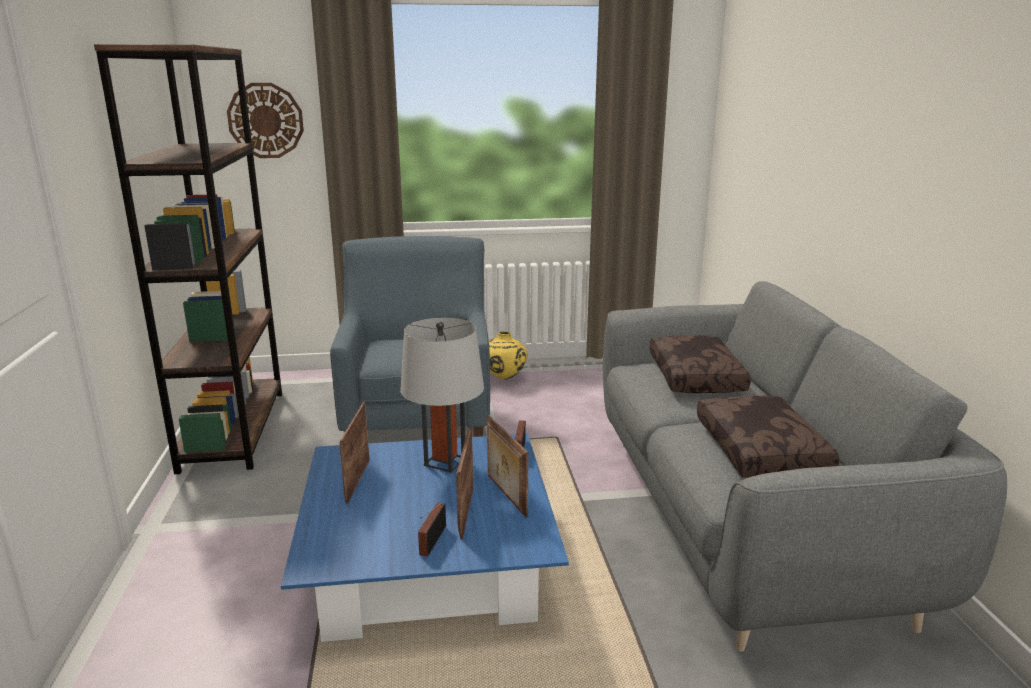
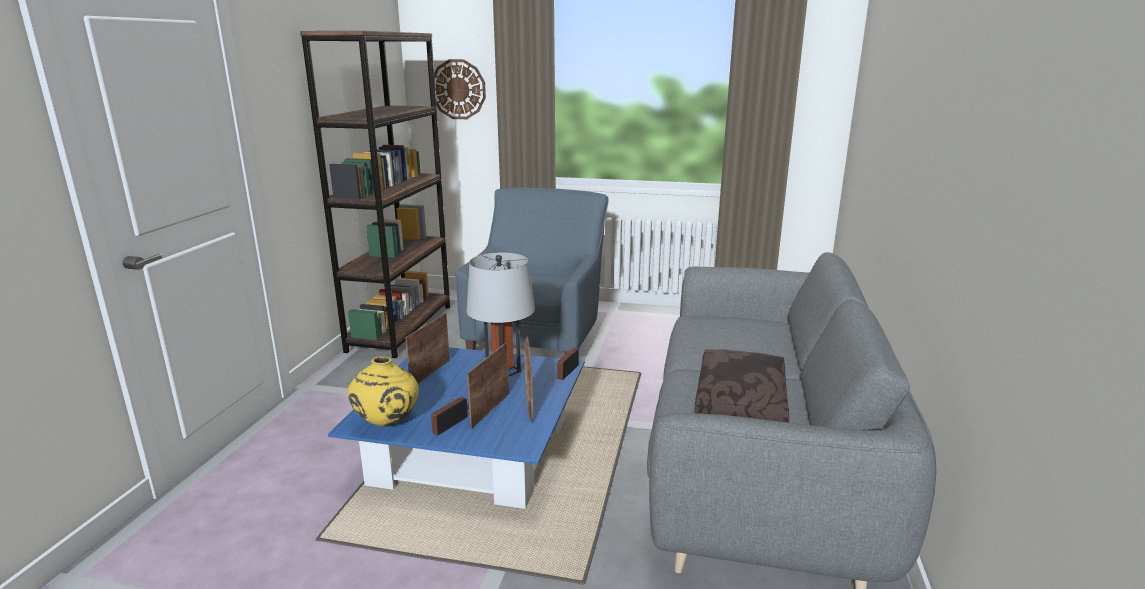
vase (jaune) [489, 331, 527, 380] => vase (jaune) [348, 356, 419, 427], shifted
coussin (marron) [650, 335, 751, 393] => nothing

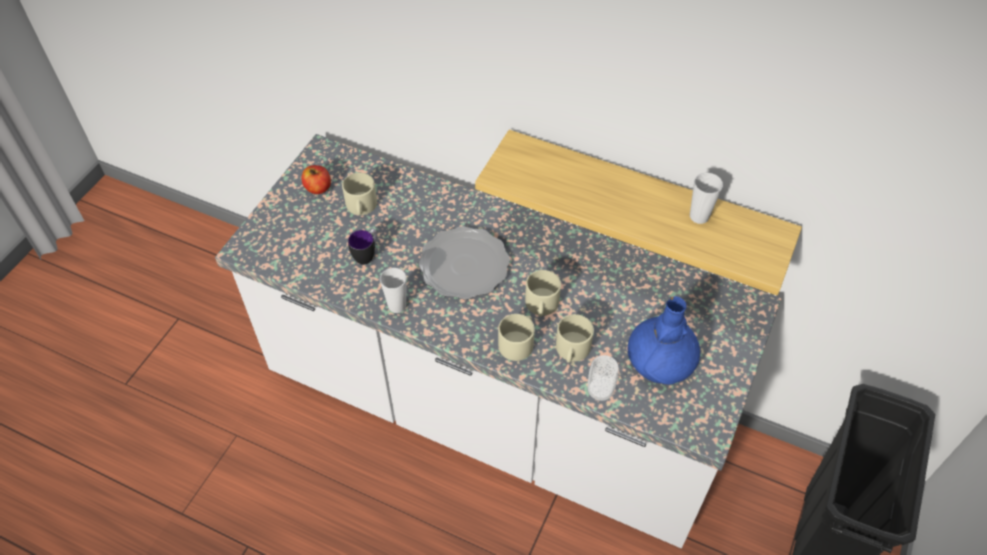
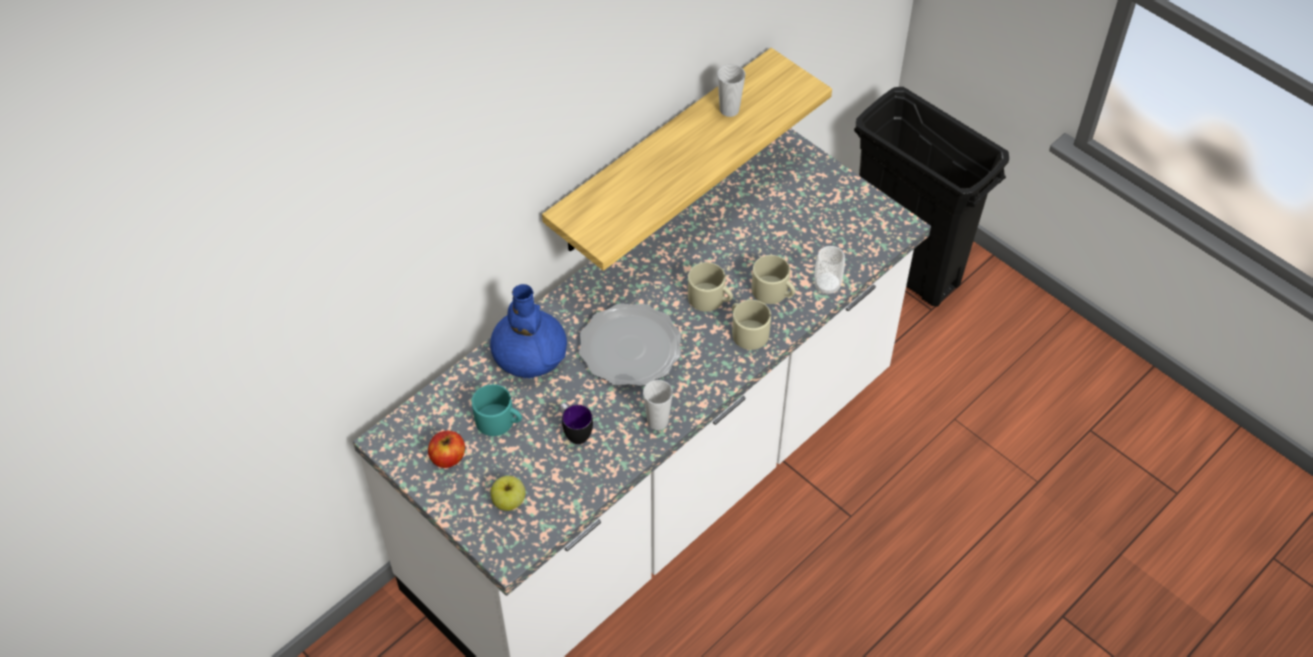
mug (beige) [342, 173, 377, 215] => mug (turquoise) [472, 384, 522, 436]
vase (bleu) [628, 296, 700, 385] => vase (bleu) [490, 284, 567, 379], shifted
nothing => pomme [491, 476, 526, 511]

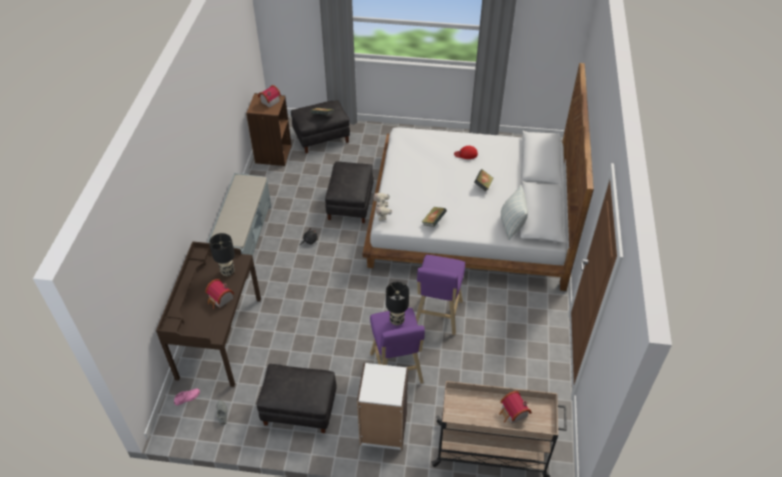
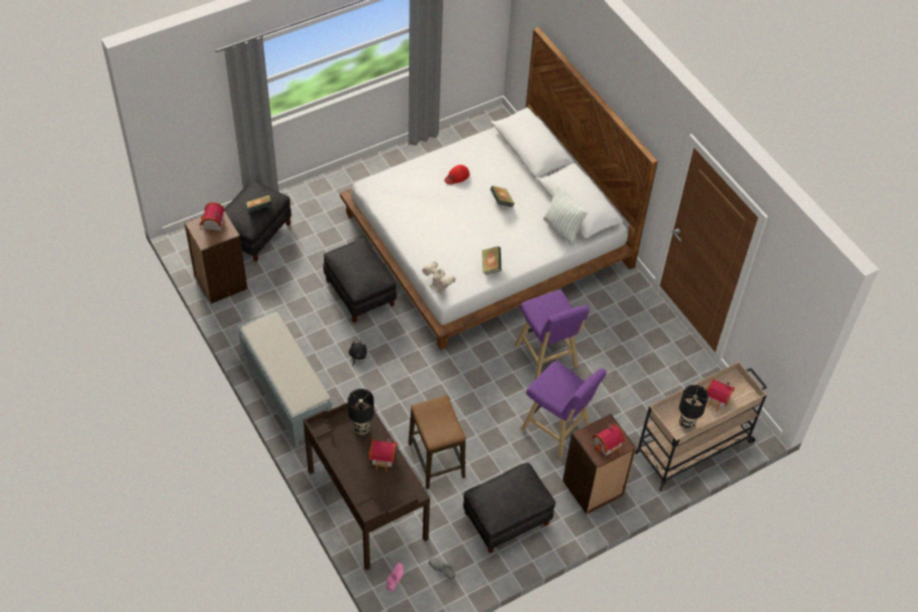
lampe de table (noir) [386, 282, 409, 325] => lampe de table (noir) [679, 385, 708, 430], shifted
bibliothèque (blanc) [357, 363, 408, 450] => bibliothèque (marron) [563, 414, 636, 515]
nothing => tabouret [408, 395, 466, 489]
nothing => maison miniature [592, 424, 625, 458]

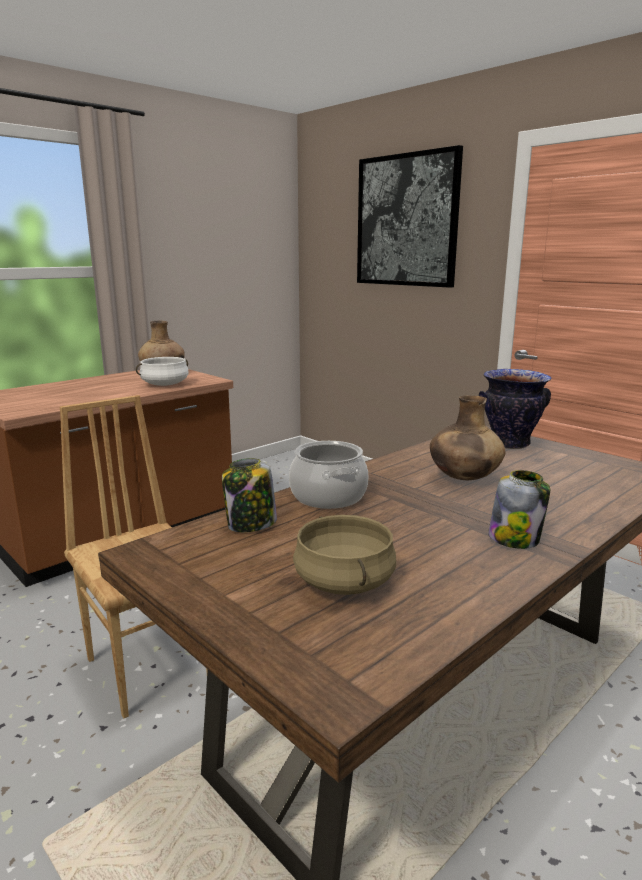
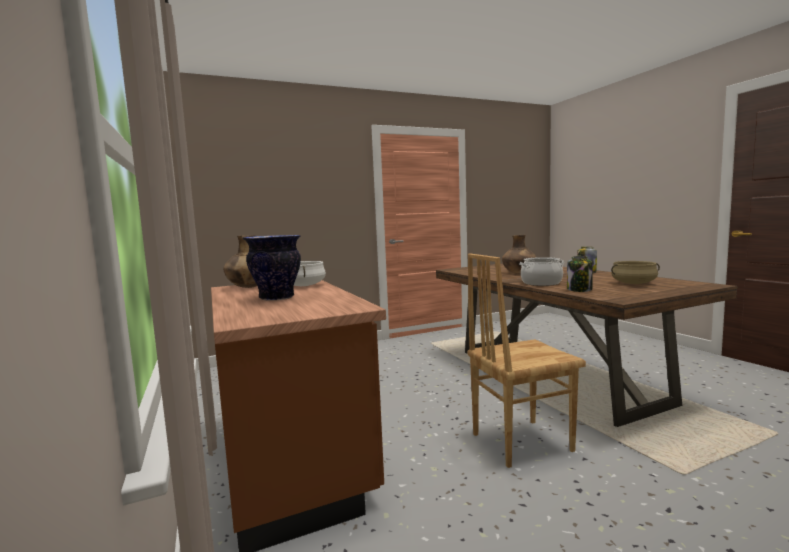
tableau [357, 145, 463, 288] => nothing
vase [479, 369, 552, 449] => vase [242, 235, 301, 301], shifted

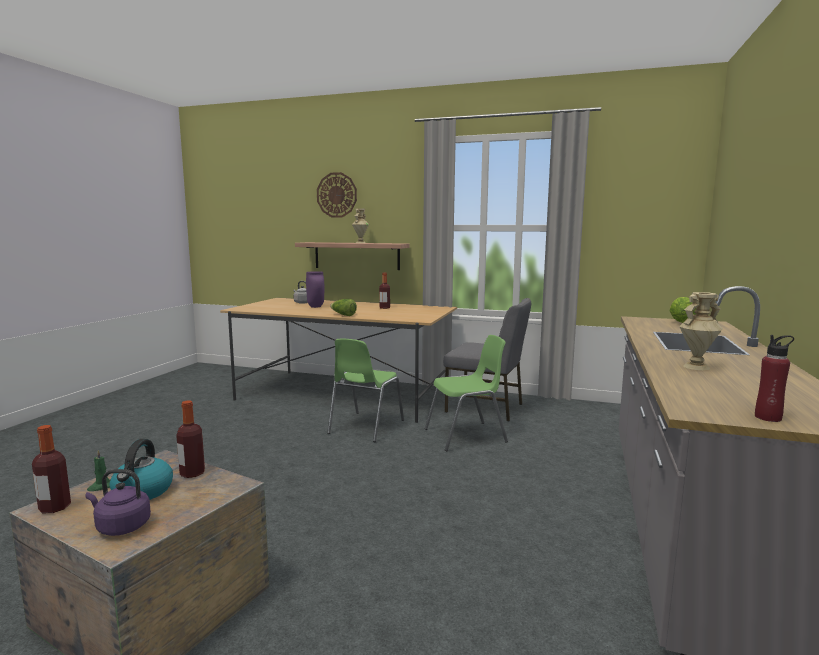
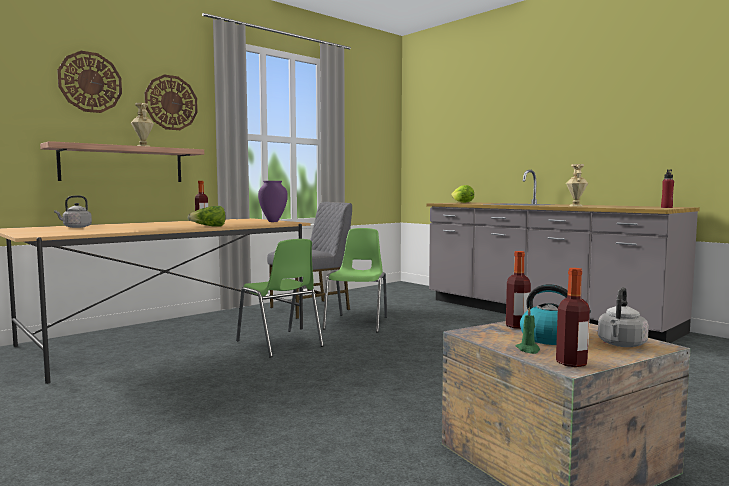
vase (violet) [306, 271, 324, 308] => vase (violet) [258, 181, 288, 222], shifted
bouilloire (violet) [86, 469, 151, 536] => bouilloire (gris) [598, 287, 649, 347]
nothing => horloge murale [144, 74, 198, 130]

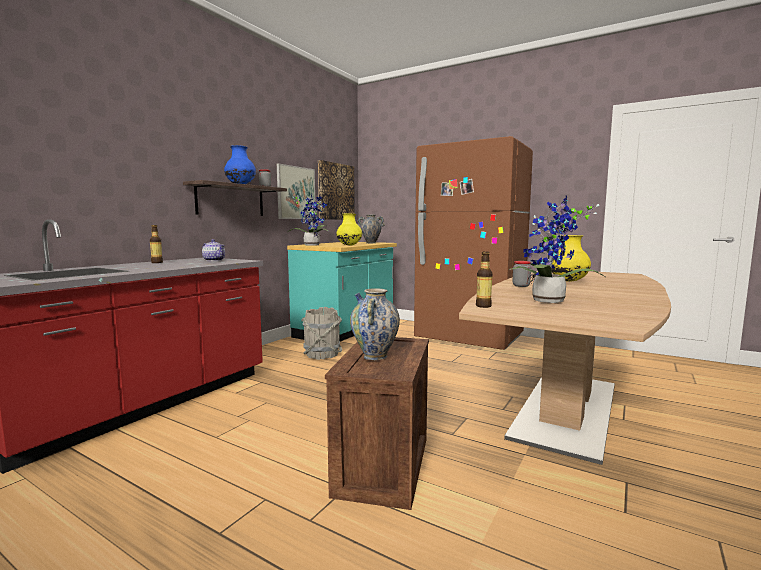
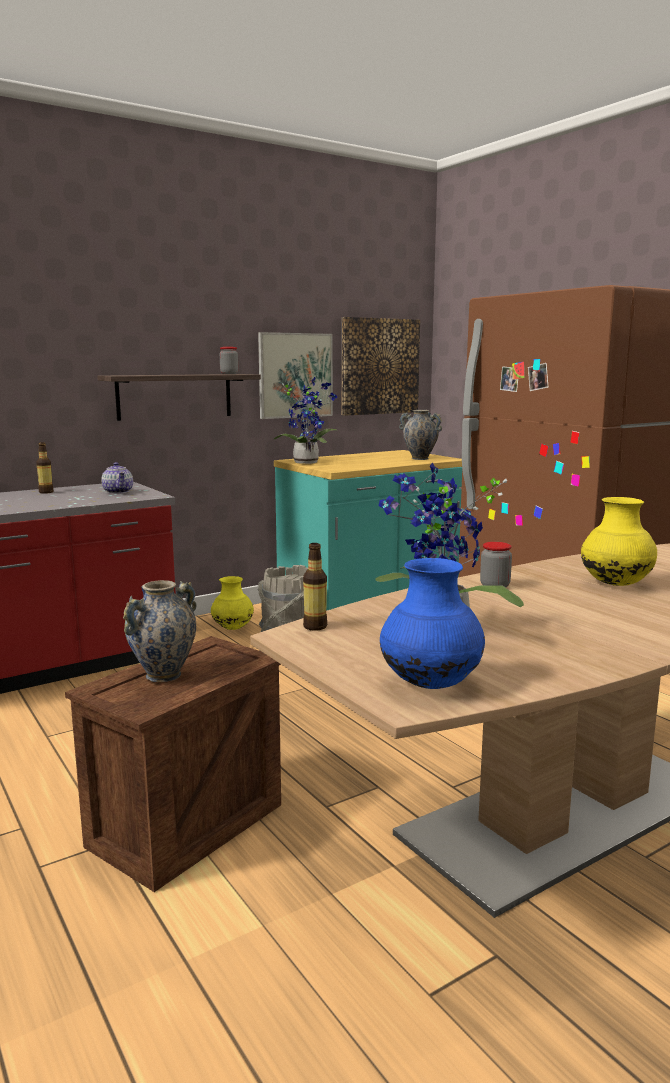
vase (bleu) [224, 145, 256, 184] => vase (bleu) [380, 558, 485, 689], shifted
vase (jaune) [336, 214, 362, 246] => vase (jaune) [211, 576, 254, 630], shifted

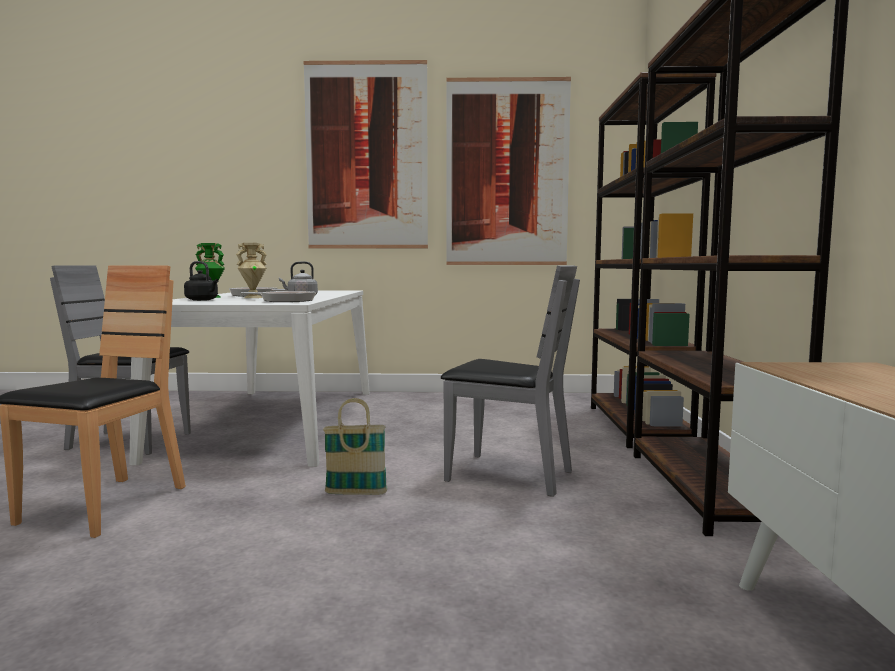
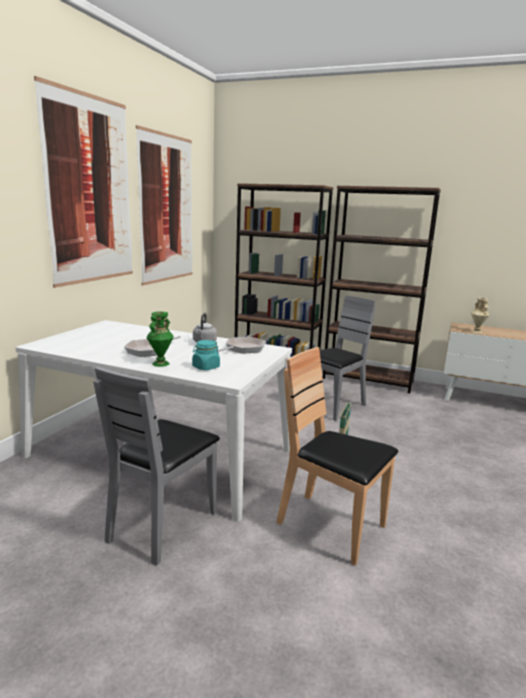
vase (beige) [236, 243, 267, 298] => vase (beige) [471, 298, 489, 333], shifted
bouilloire (noir) [184, 261, 218, 301] => bocal (turquoise) [192, 340, 220, 370]

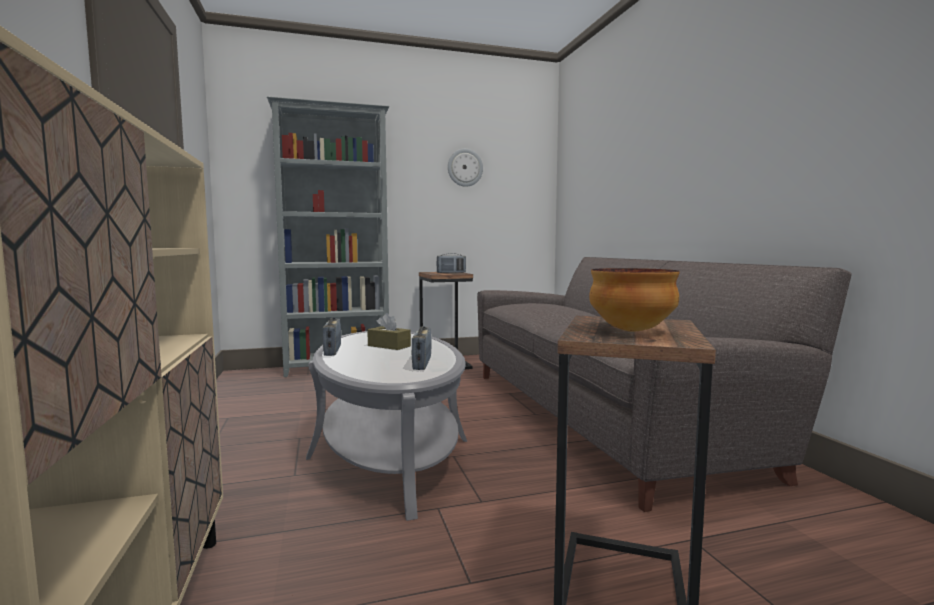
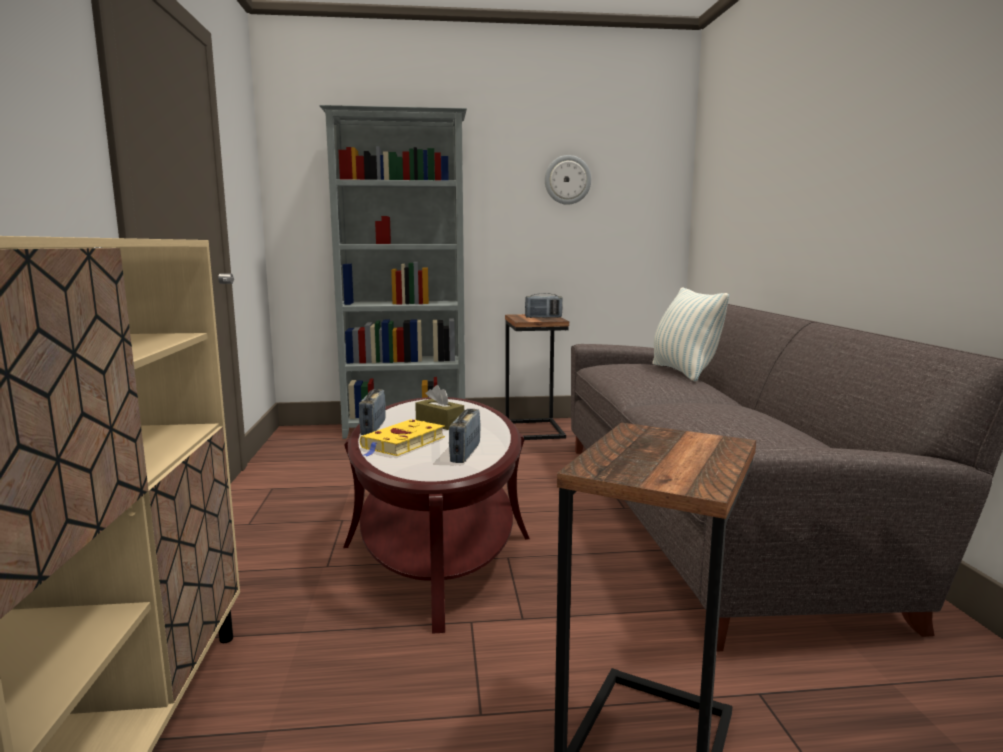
bol [589, 268, 680, 332] => nothing
table basse (gris) [306, 331, 467, 521] => table basse (marron) [343, 397, 530, 634]
nothing => coussin [652, 287, 729, 382]
nothing => livre (jaune) [360, 419, 445, 457]

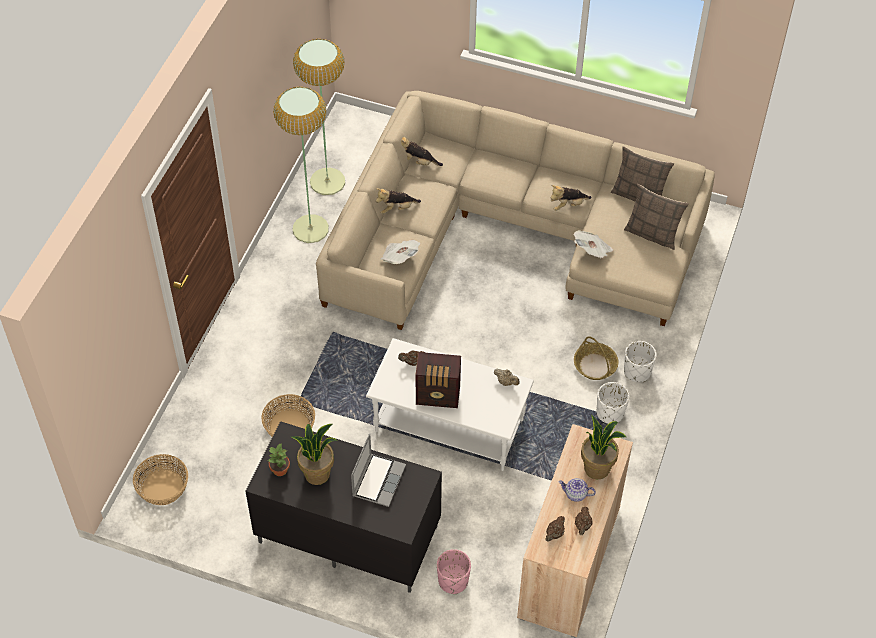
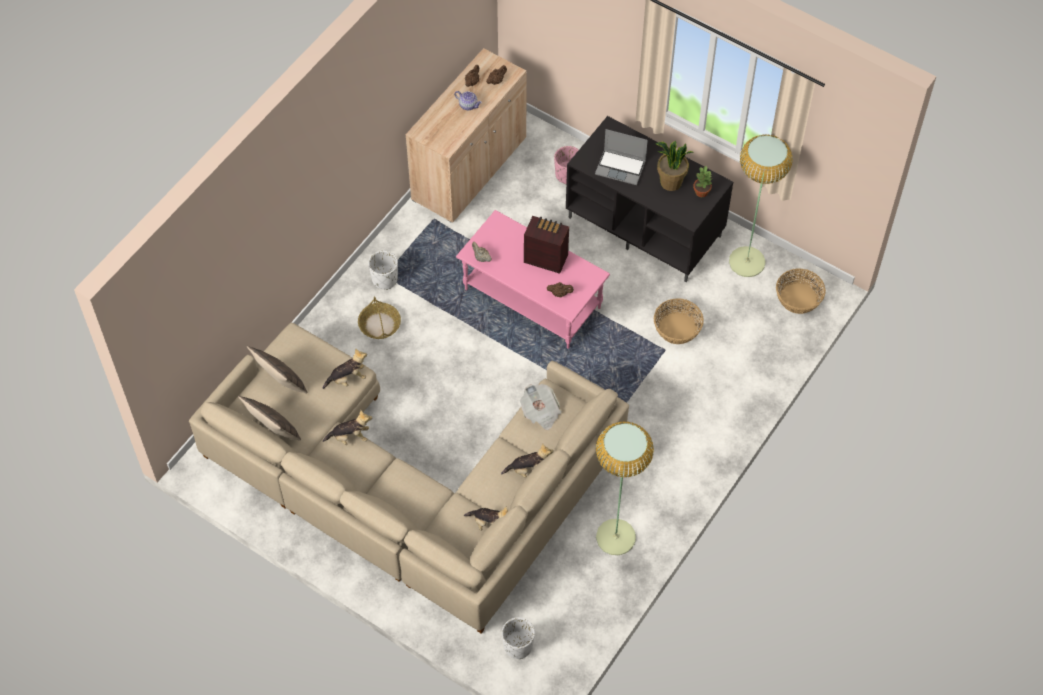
lampadaire [293, 39, 345, 195] => lampadaire [729, 134, 793, 277], shifted
journal [574, 230, 613, 259] => peluche [323, 348, 367, 389]
table basse (blanc) [366, 338, 534, 471] => table basse (rose) [456, 210, 610, 349]
cache-pot (blanc) [624, 341, 657, 382] => cache-pot (blanc) [502, 617, 535, 659], shifted
plante en pot [581, 415, 626, 479] => nothing
ordinateur portable [351, 434, 406, 507] => ordinateur portable [595, 129, 648, 185], 105 degrees counterclockwise

